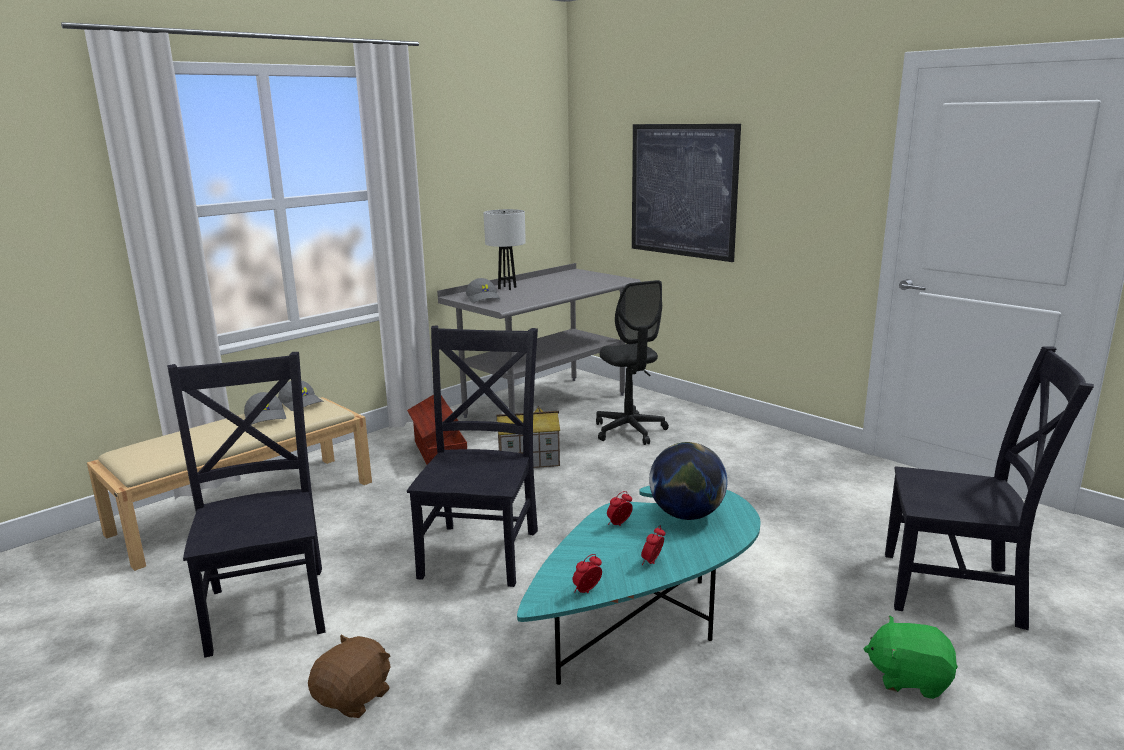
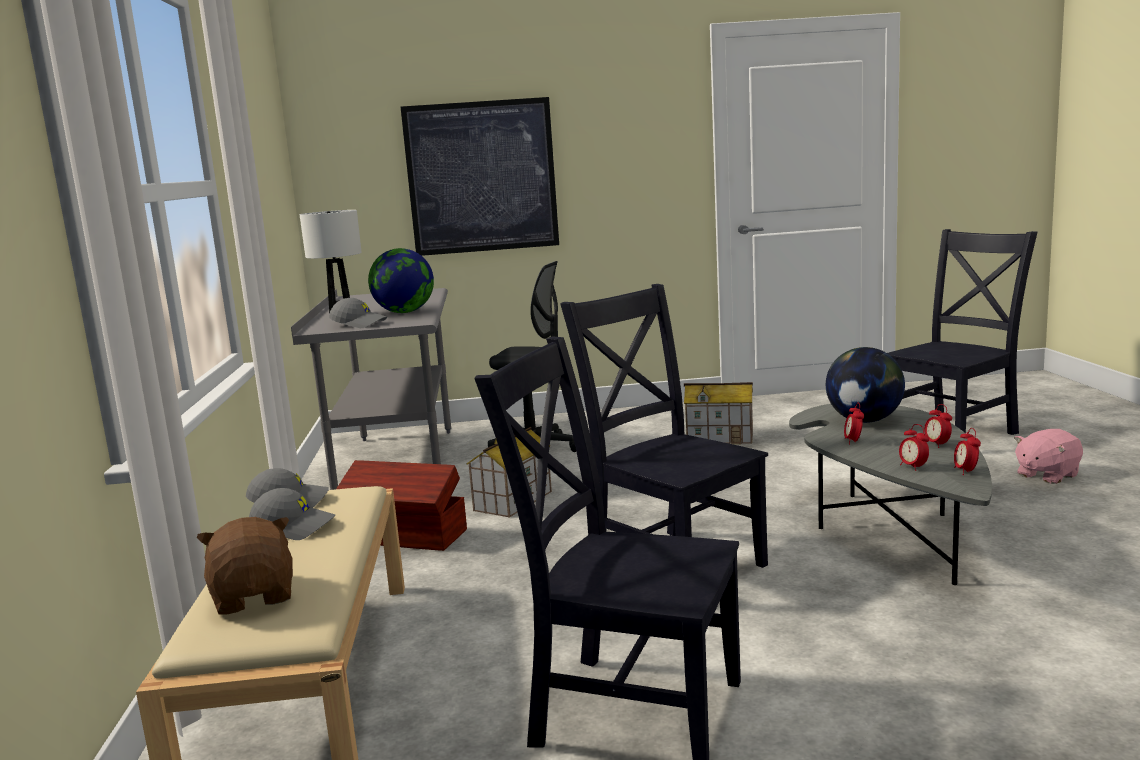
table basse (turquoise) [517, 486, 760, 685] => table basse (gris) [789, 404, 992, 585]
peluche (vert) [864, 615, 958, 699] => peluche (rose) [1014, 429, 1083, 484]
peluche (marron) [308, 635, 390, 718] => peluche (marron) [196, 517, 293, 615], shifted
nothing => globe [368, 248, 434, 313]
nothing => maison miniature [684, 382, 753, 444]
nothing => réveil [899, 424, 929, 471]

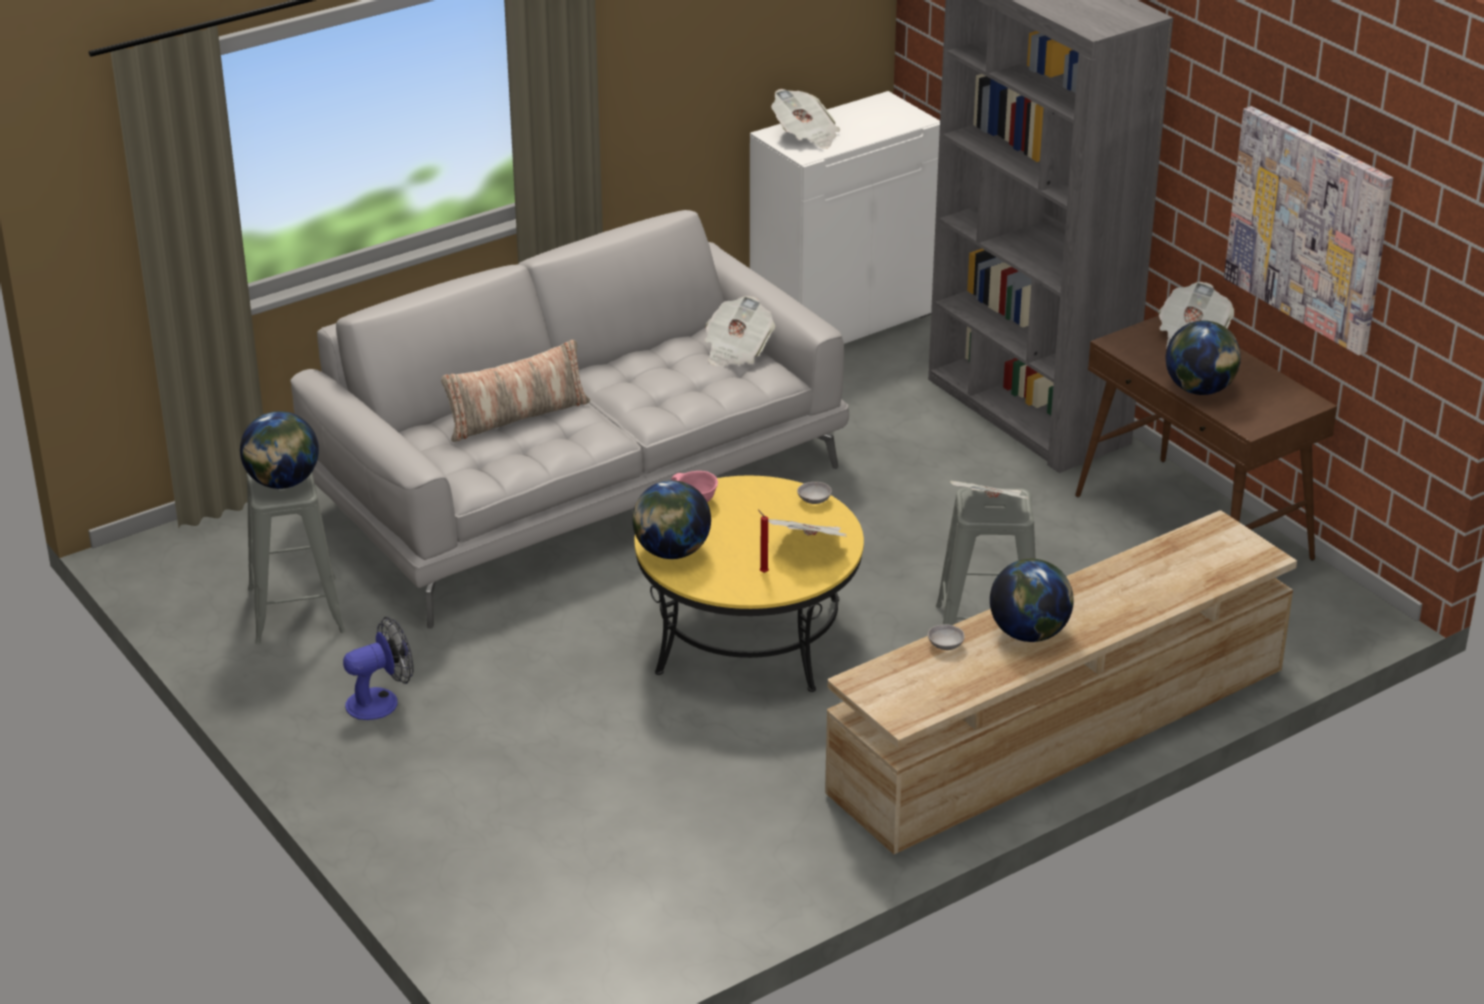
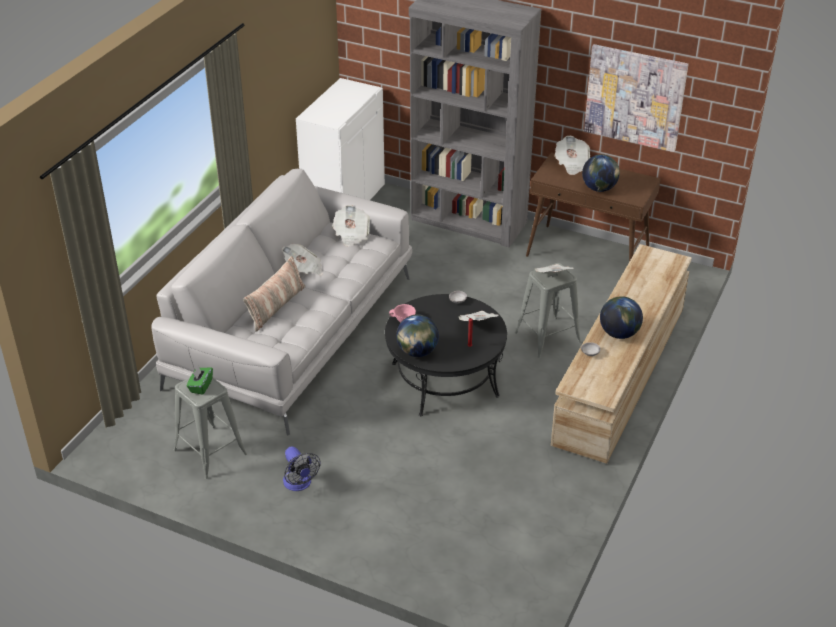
journal [771, 89, 840, 149] => journal [282, 244, 323, 275], shifted
globe [240, 411, 319, 489] => boîte à mouchoirs (vert) [187, 366, 213, 395]
table basse (jaune) [634, 476, 864, 692] => table basse (noir) [385, 294, 507, 416]
ventilateur [343, 617, 414, 720] => ventilateur [283, 446, 321, 491], 120 degrees clockwise

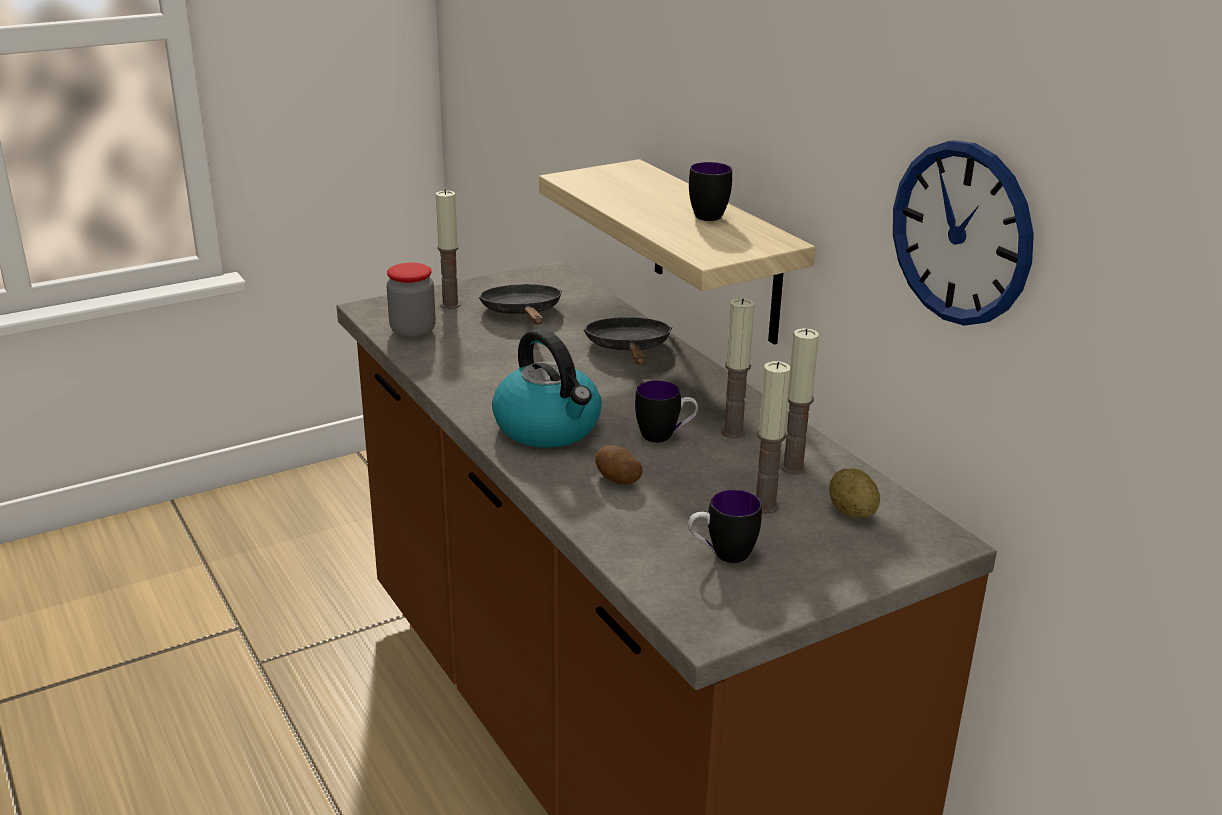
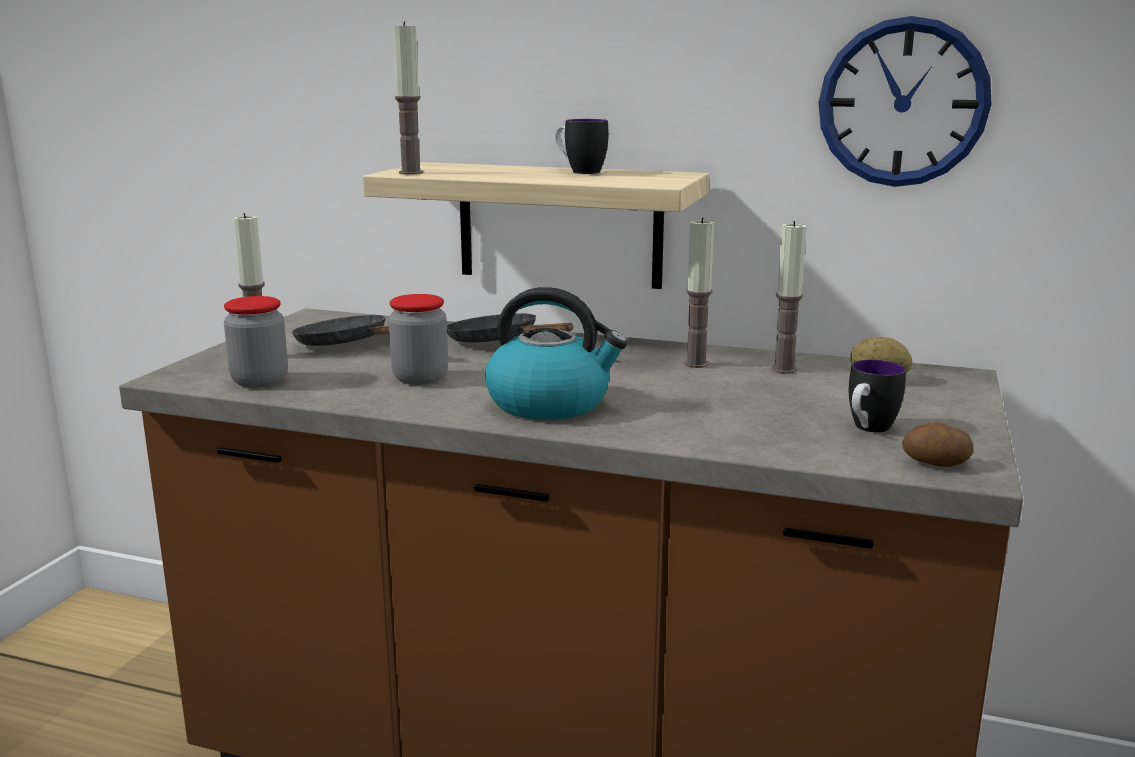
bougie [756, 361, 791, 514] => bougie [392, 21, 423, 175], shifted
mug [635, 380, 698, 443] => nothing
pomme de terre [595, 445, 643, 485] => pomme de terre [902, 422, 973, 467], shifted
nothing => bocal [388, 294, 448, 385]

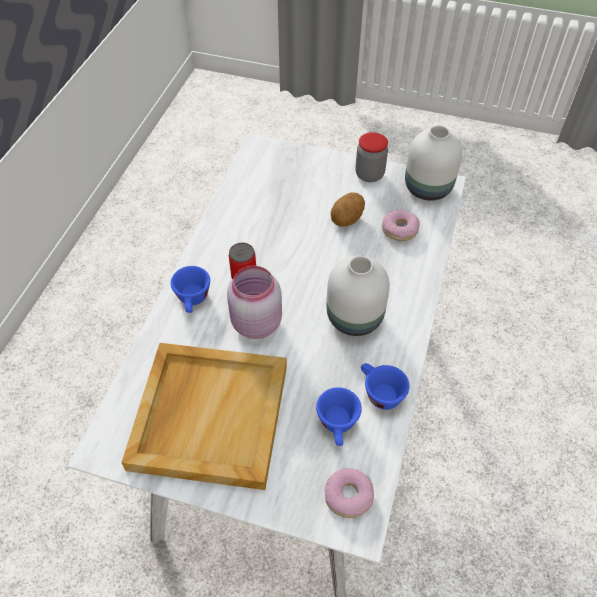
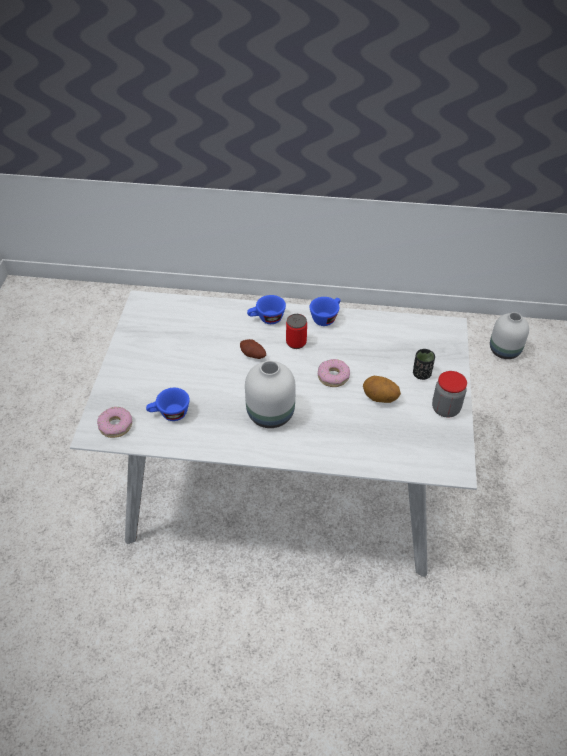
vase (blanc) [405, 125, 462, 201] => vase (blanc) [490, 312, 529, 359], shifted
beignet [382, 209, 420, 241] => beignet [318, 359, 350, 387], shifted
bocal (rose) [227, 266, 282, 339] => pomme de terre [240, 339, 266, 359]
plateau (beige) [121, 343, 287, 490] => nothing
tasse (bleu) [361, 363, 409, 410] => tasse (bleu) [310, 297, 340, 326], shifted
nothing => tasse (noir) [413, 349, 435, 380]

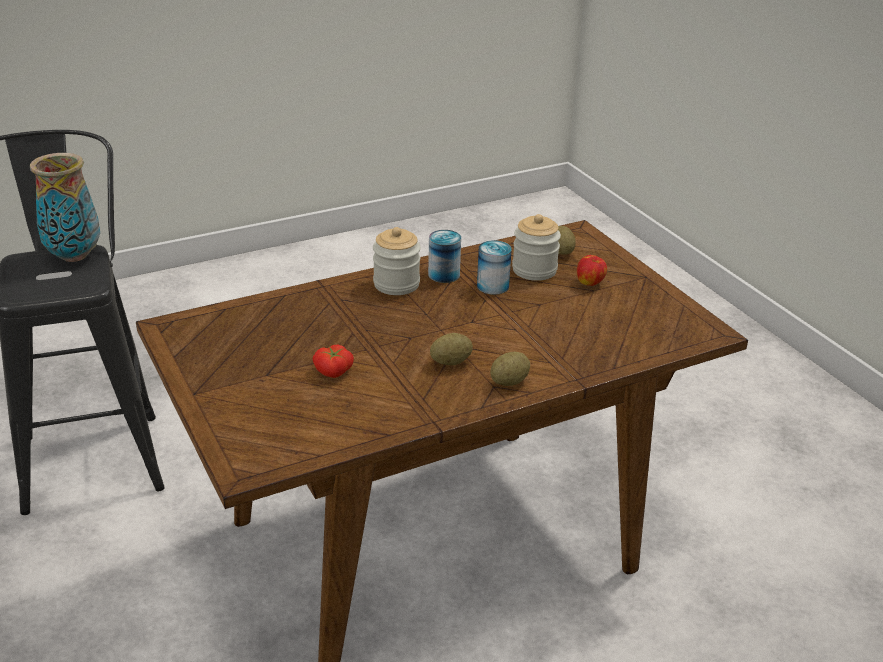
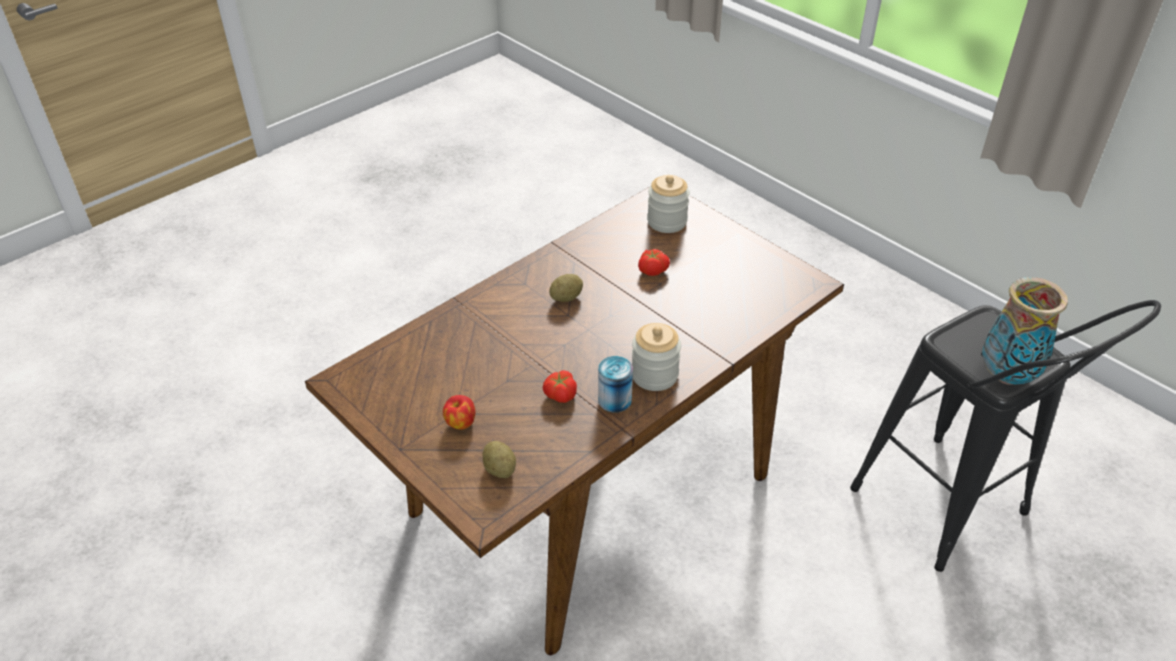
bocal [512, 214, 561, 281] => bocal [647, 175, 690, 233], shifted
boîte métallique [477, 240, 512, 295] => tomate [543, 370, 577, 403]
pomme de terre [490, 352, 530, 386] => nothing

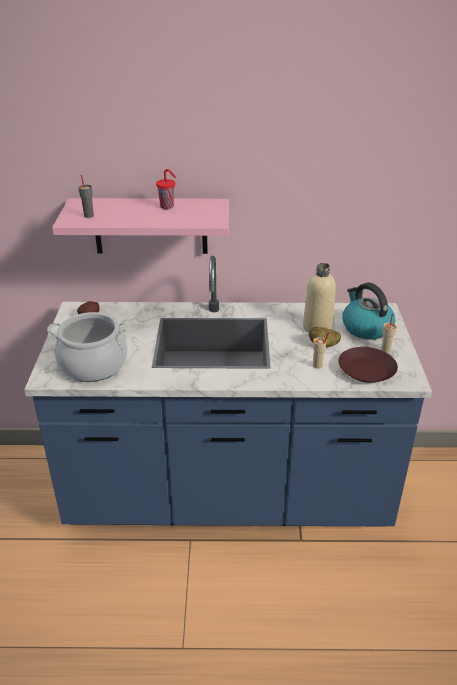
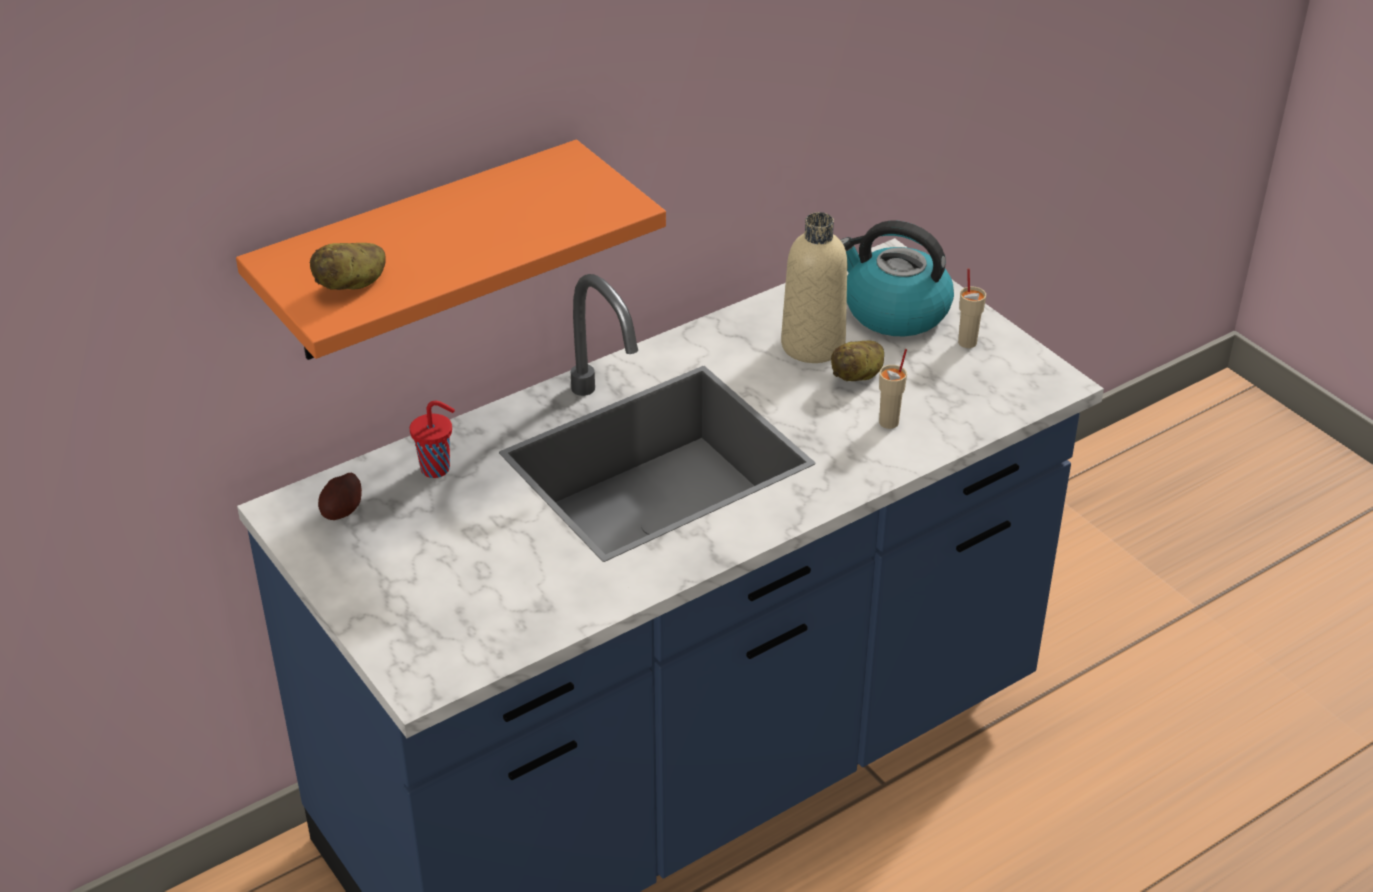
tasse (rouge) [156, 169, 176, 209] => tasse (rouge) [410, 401, 455, 478], shifted
tasse (gris) [78, 175, 94, 218] => pomme de terre [310, 243, 386, 290]
étagère (rose) [52, 198, 229, 254] => étagère (orange) [236, 140, 666, 360]
marmite [47, 312, 128, 382] => nothing
assiette (marron) [338, 347, 398, 383] => nothing

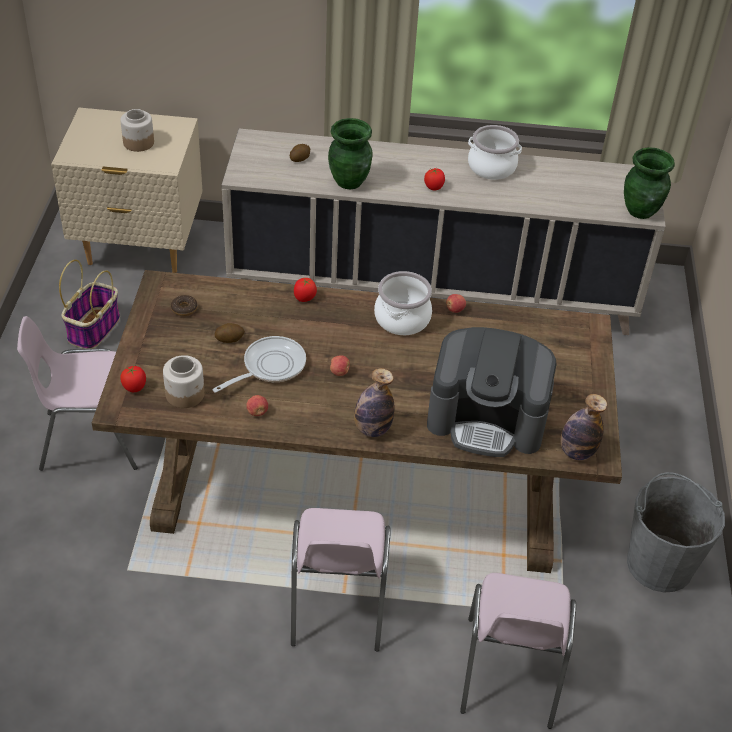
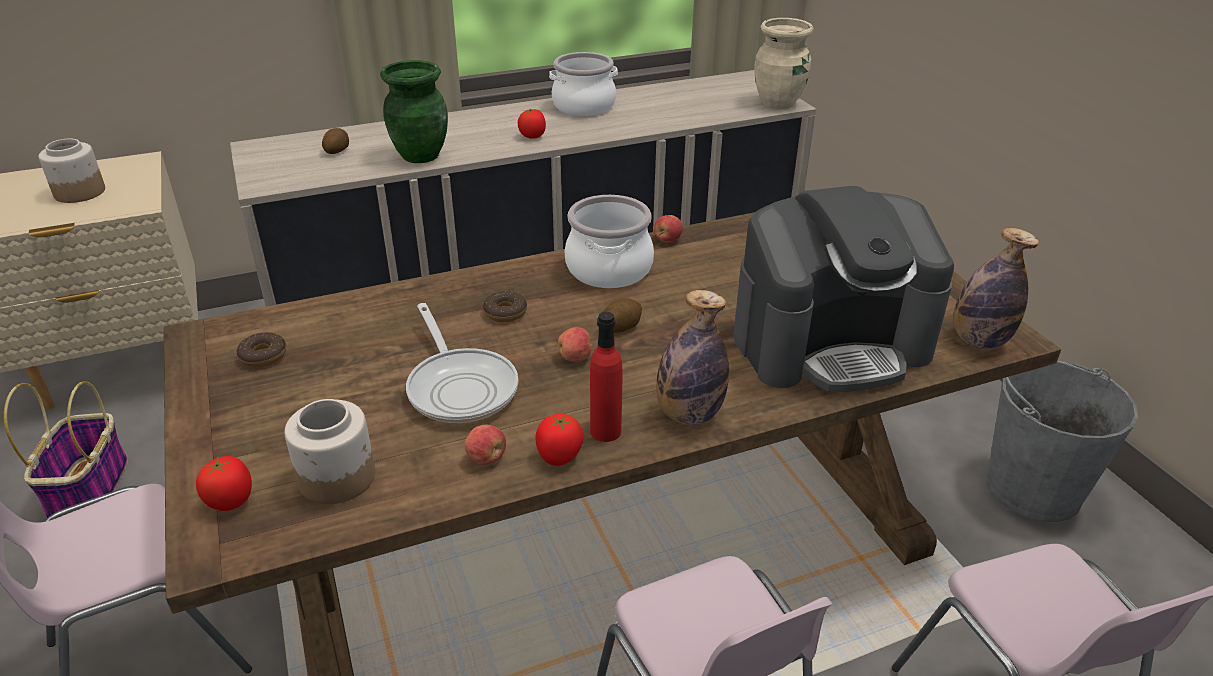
vase (vert) [624, 147, 675, 219] => vase (beige) [755, 18, 814, 109]
tomate [294, 278, 317, 302] => tomate [535, 413, 584, 466], shifted
pomme de terre [215, 323, 245, 343] => pomme de terre [603, 298, 642, 333], shifted
poêle [212, 336, 306, 393] => poêle [406, 303, 518, 423], 135 degrees clockwise
nothing => beignet [483, 291, 527, 322]
nothing => bouteille (rouge) [590, 312, 622, 442]

